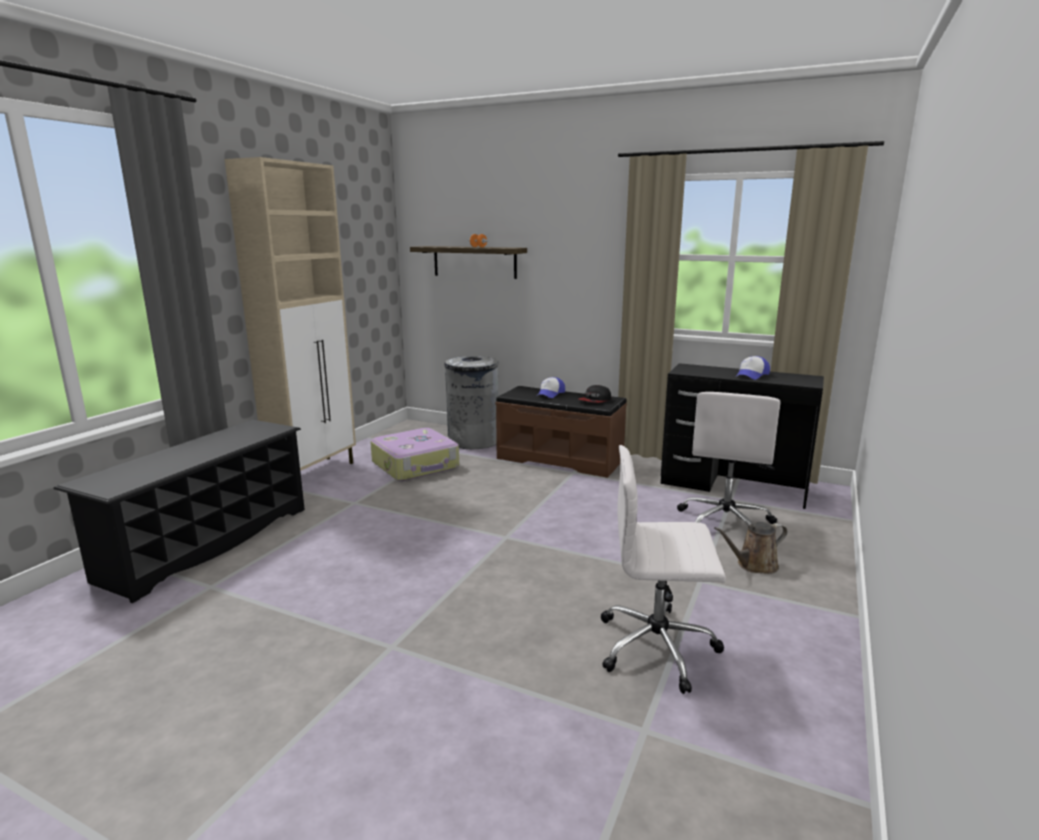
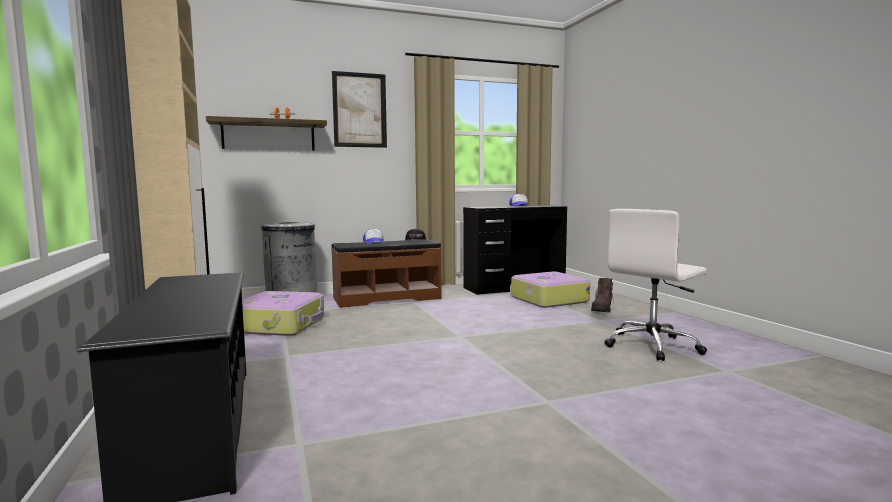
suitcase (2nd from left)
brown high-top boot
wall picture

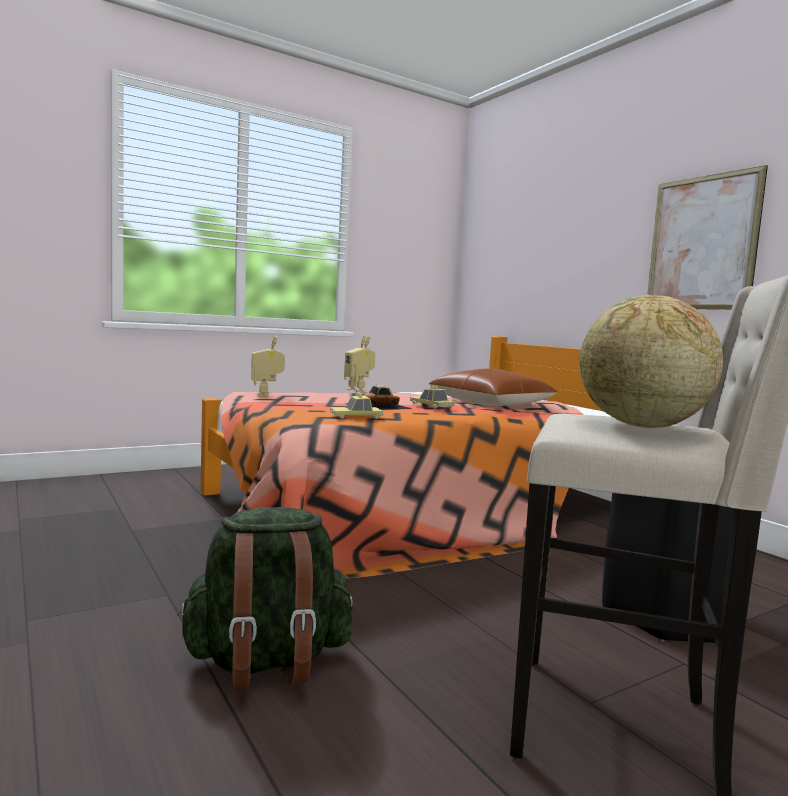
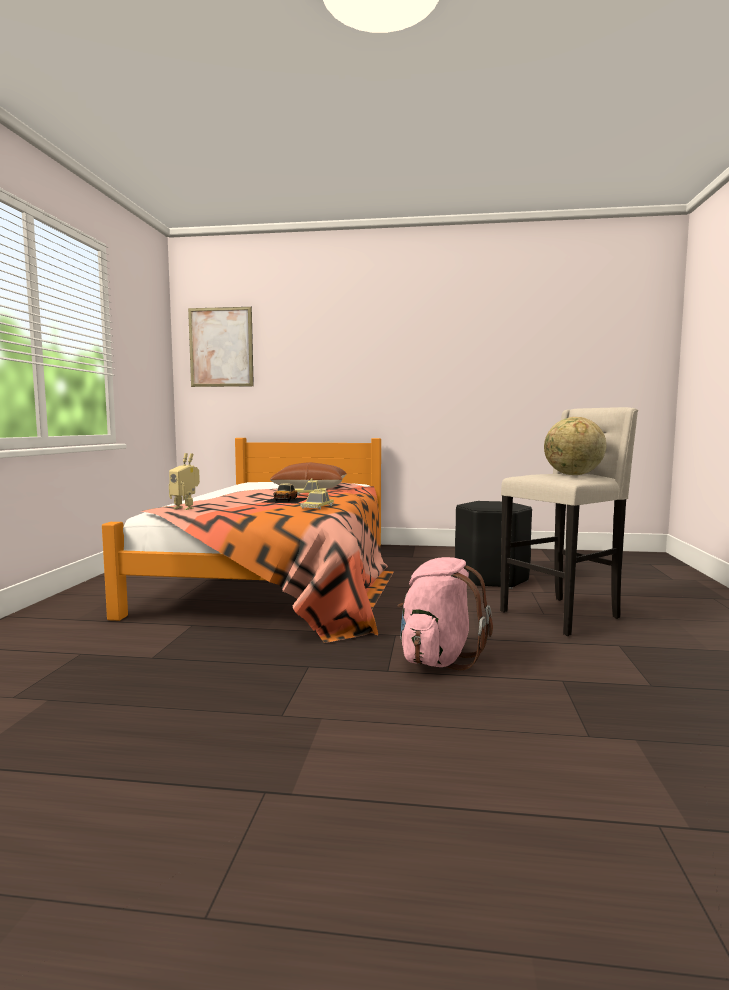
wall picture
toy robot (2nd from left in the first image)
pink backpack

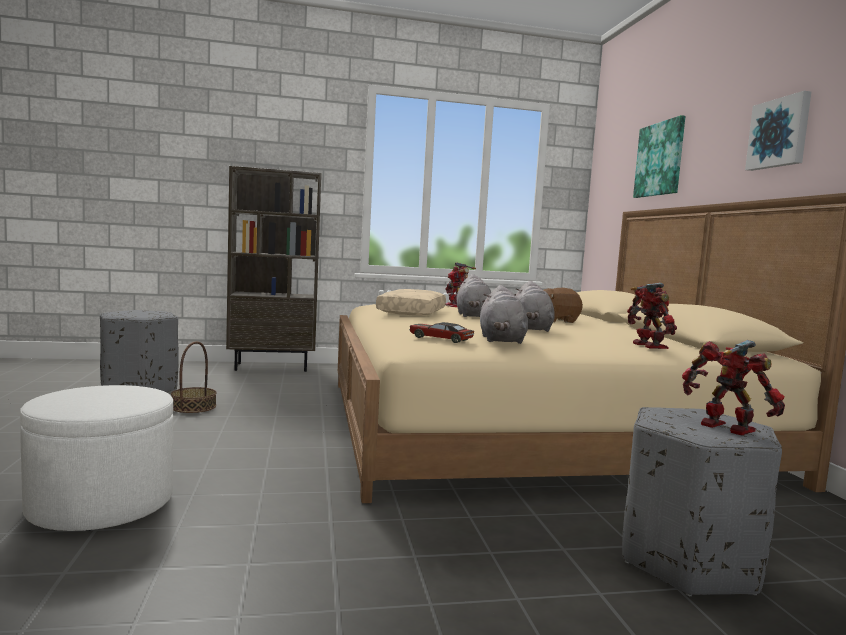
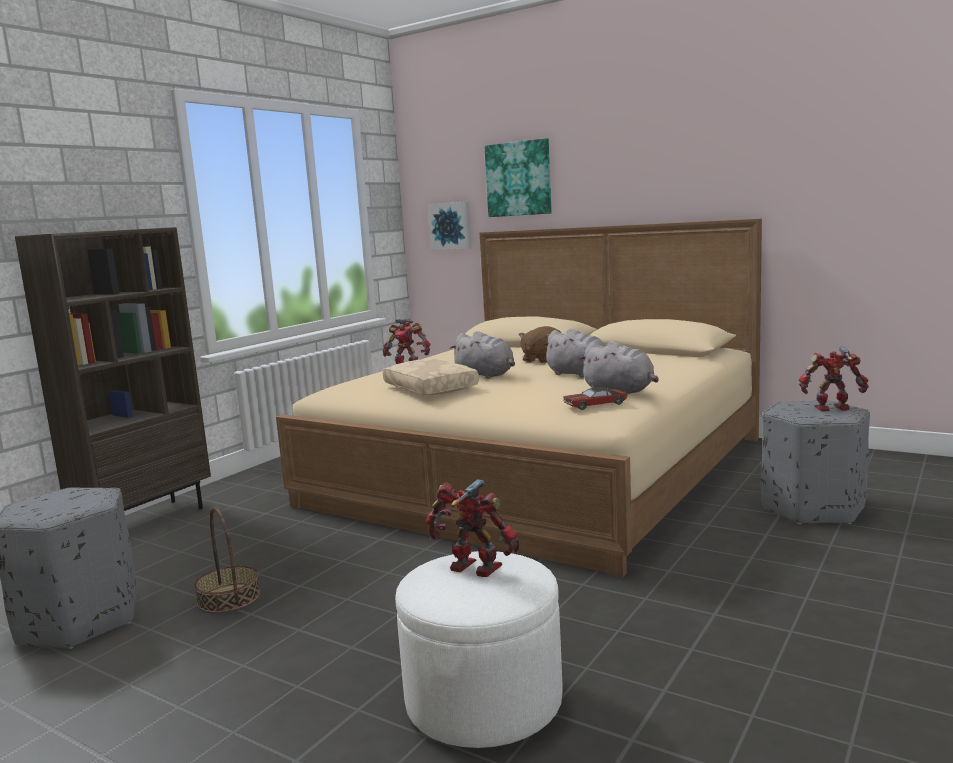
wall picture (1st from left)
toy robot (2nd from left)

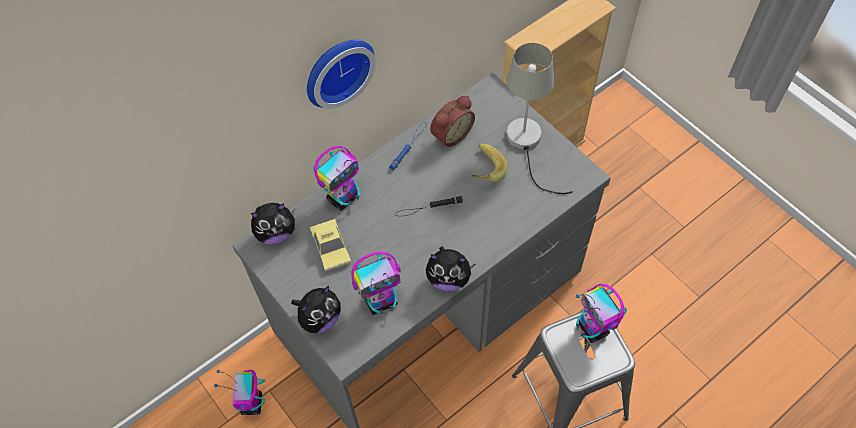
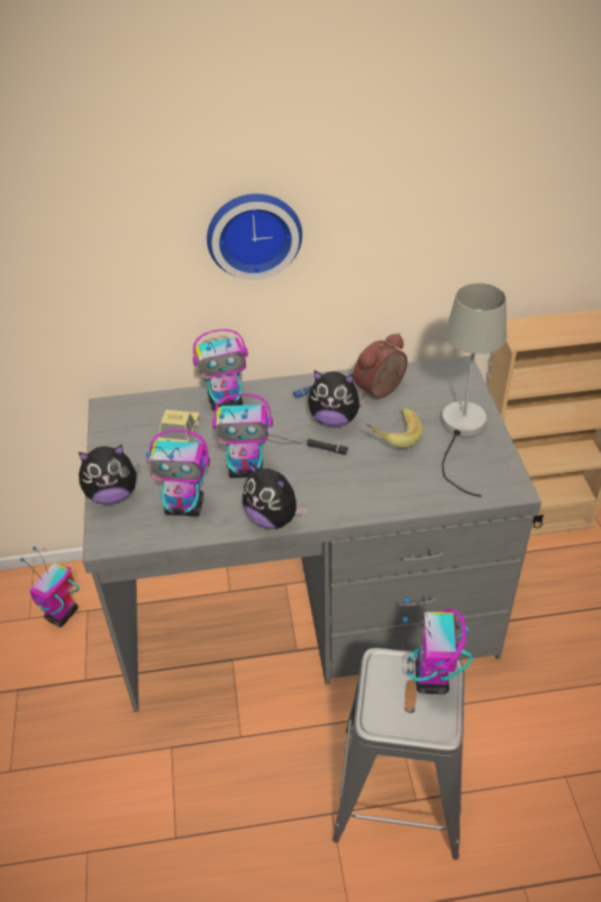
table clock
plush toy (3rd from left)
toy robot (4th from left)

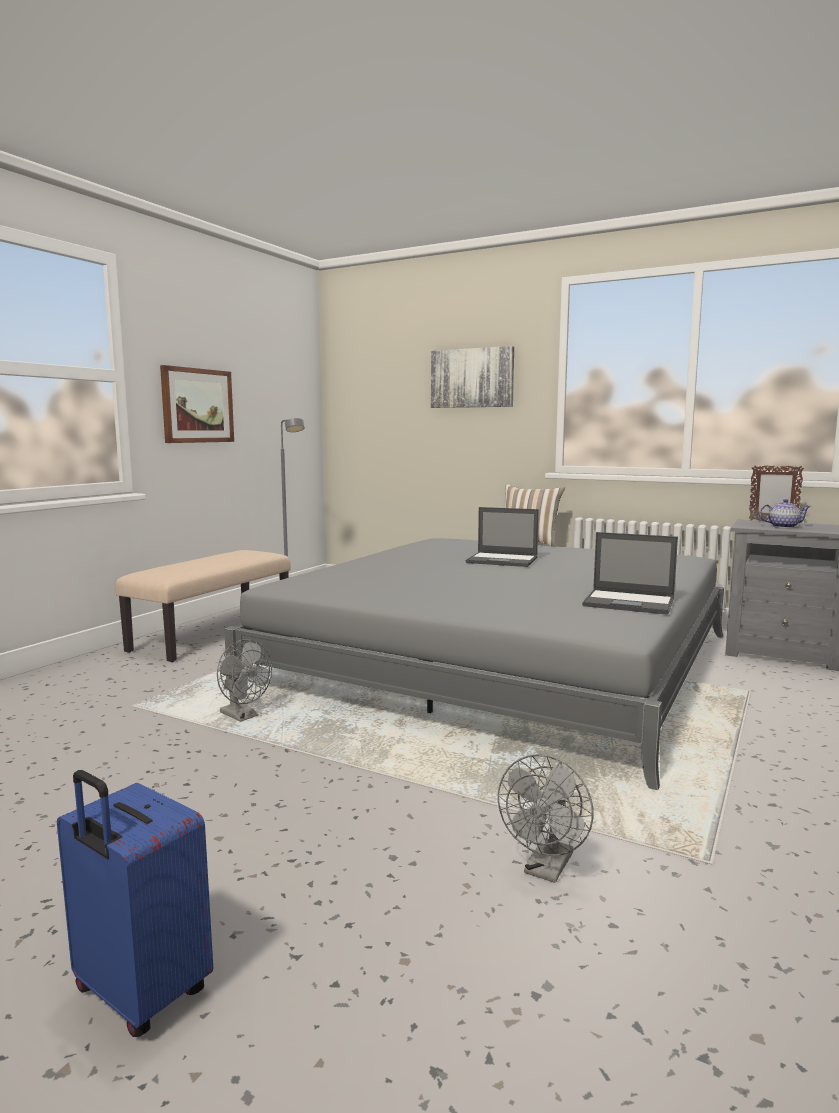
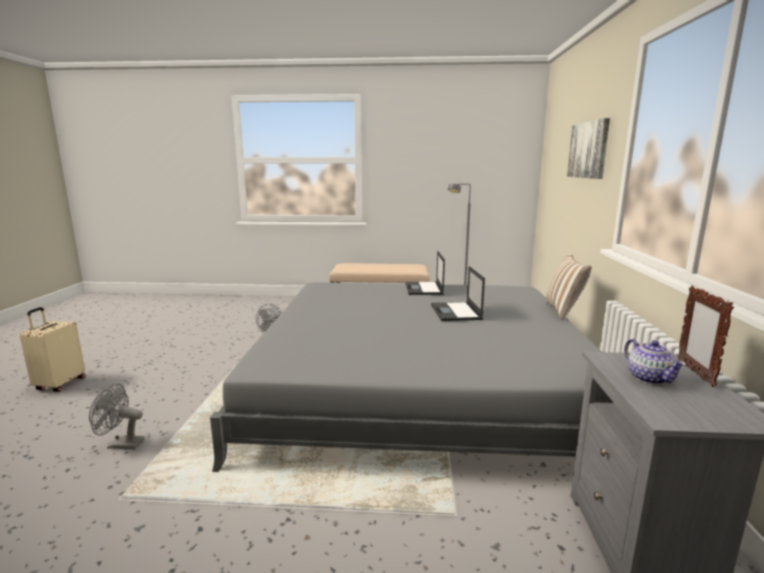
wall picture (1st from left in the first image)
notebook computer (1st from left)
beige-coloured suitcase

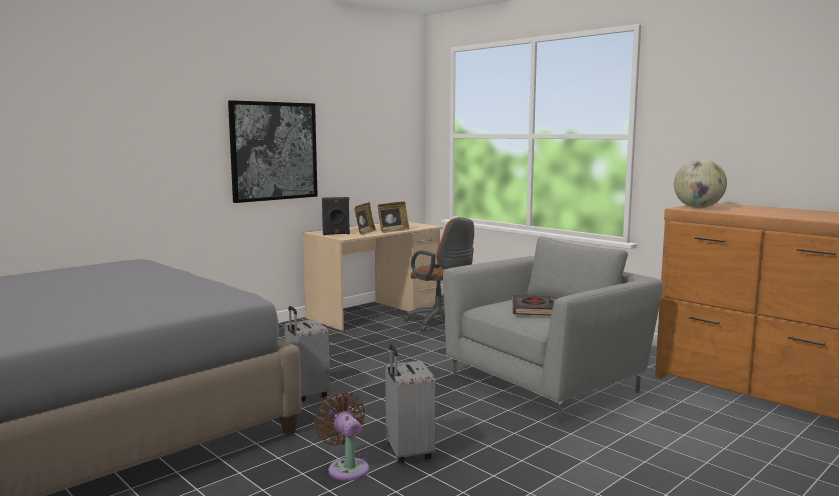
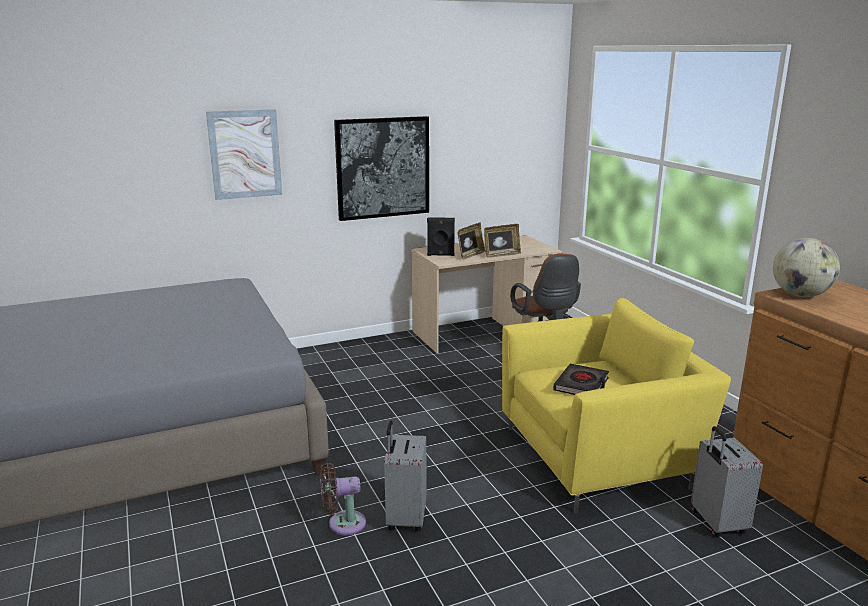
yellow armchair
gray suitcase (2nd from left)
brown fan
wall picture (1st from left)

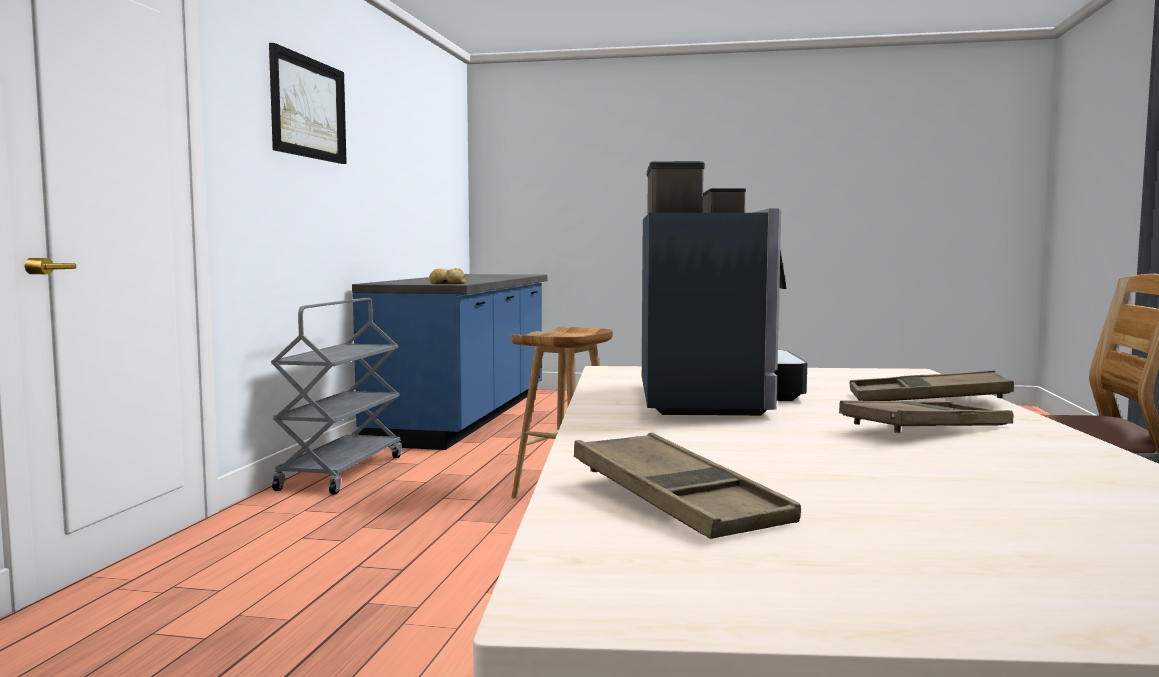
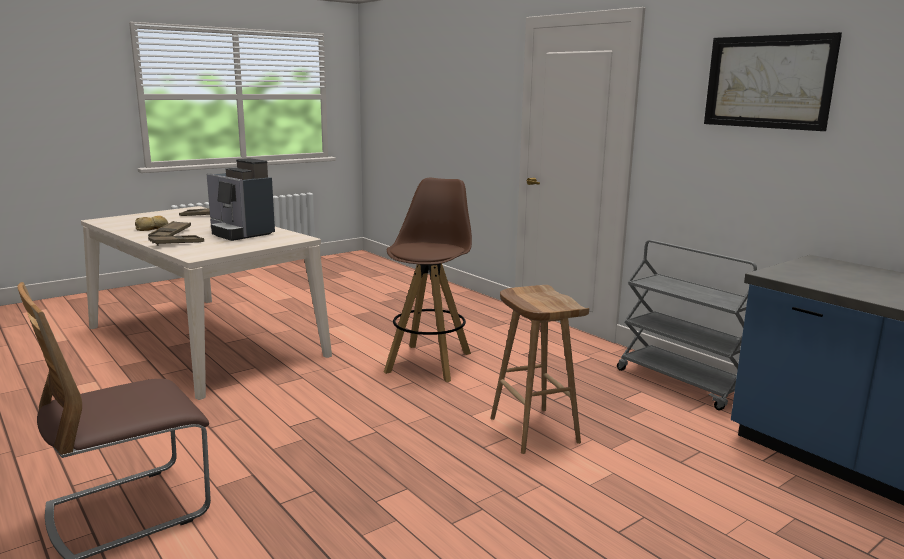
bakery bread
brown stool (1st from left)

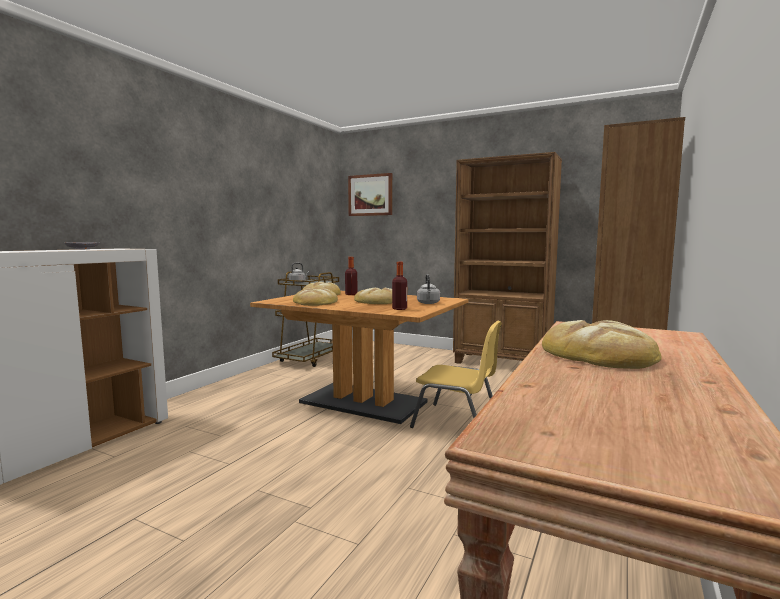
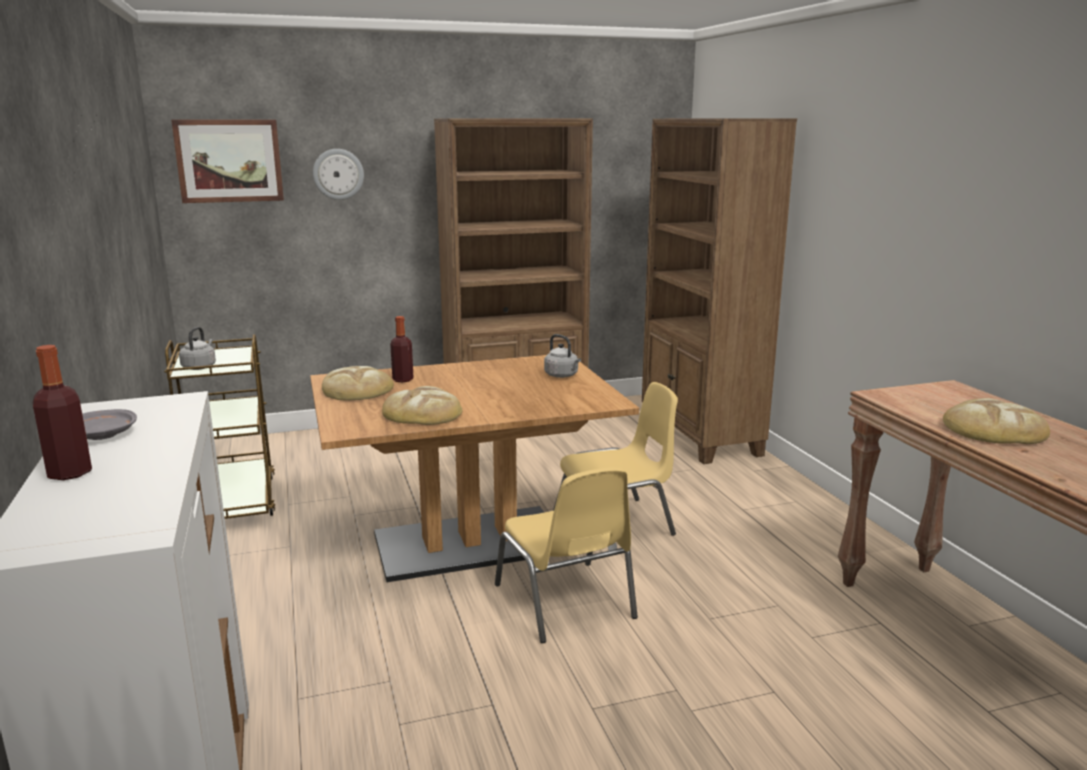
bottle (1st from left)
bakery bread (3rd from left in the first image)
hanging clock
yellow plain chair (1st from left)

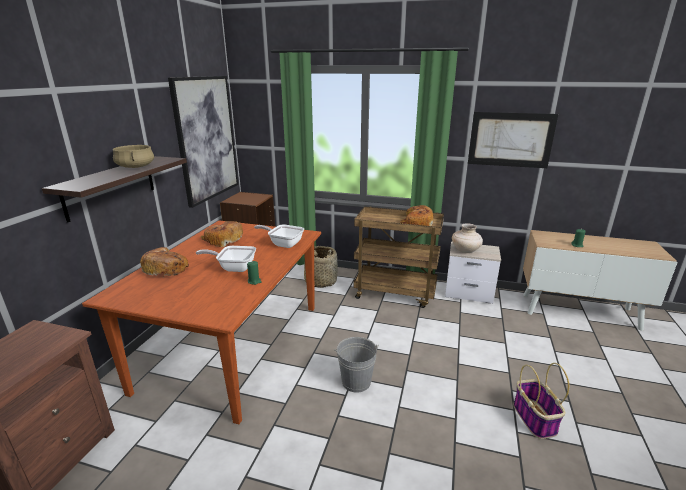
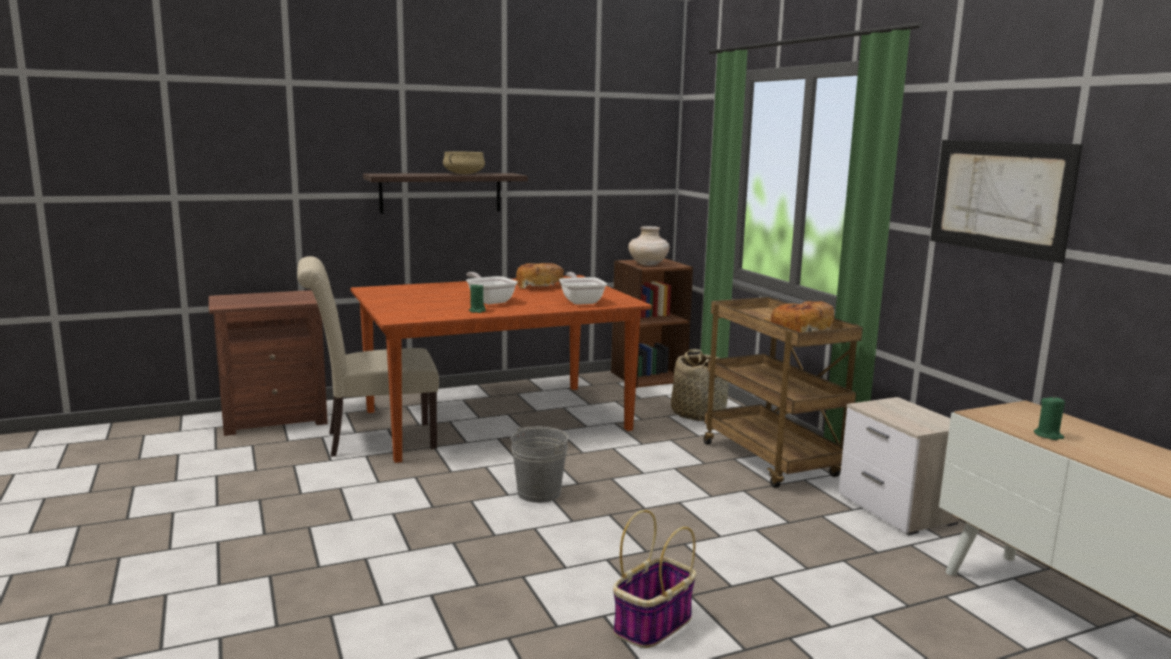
wall picture (1st from left in the first image)
beige-coloured decorative vase
bakery bread (1st from left in the first image)
beige-coloured plain chair

